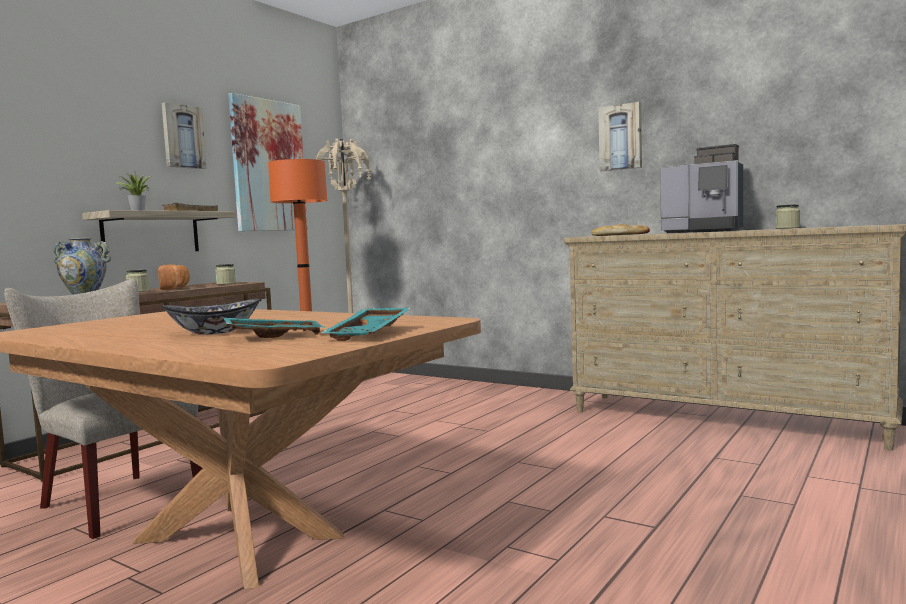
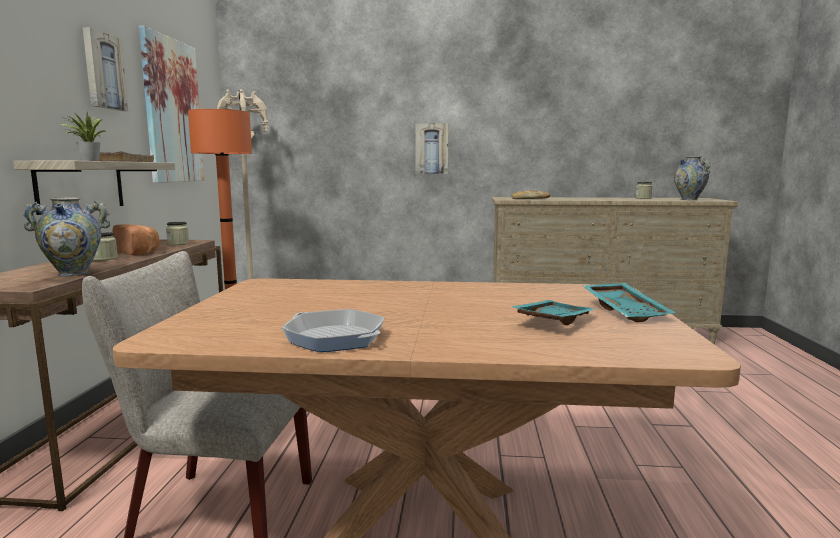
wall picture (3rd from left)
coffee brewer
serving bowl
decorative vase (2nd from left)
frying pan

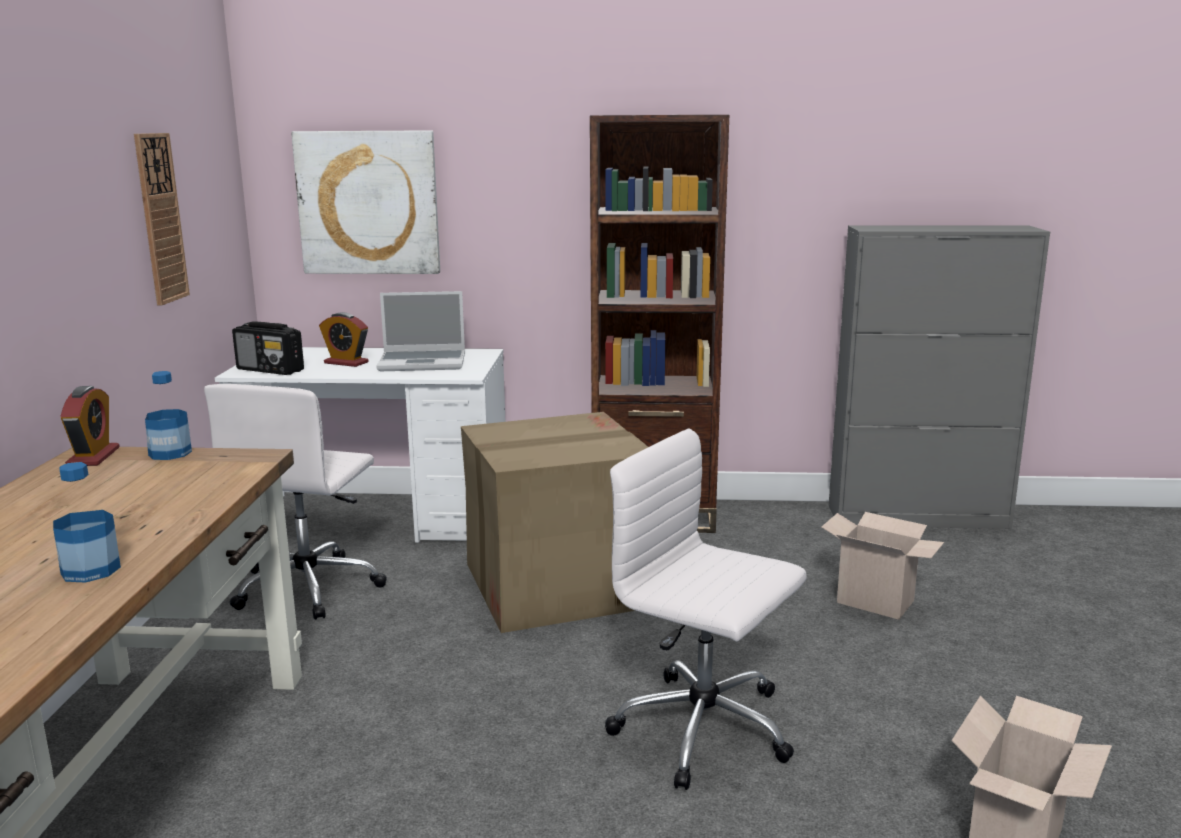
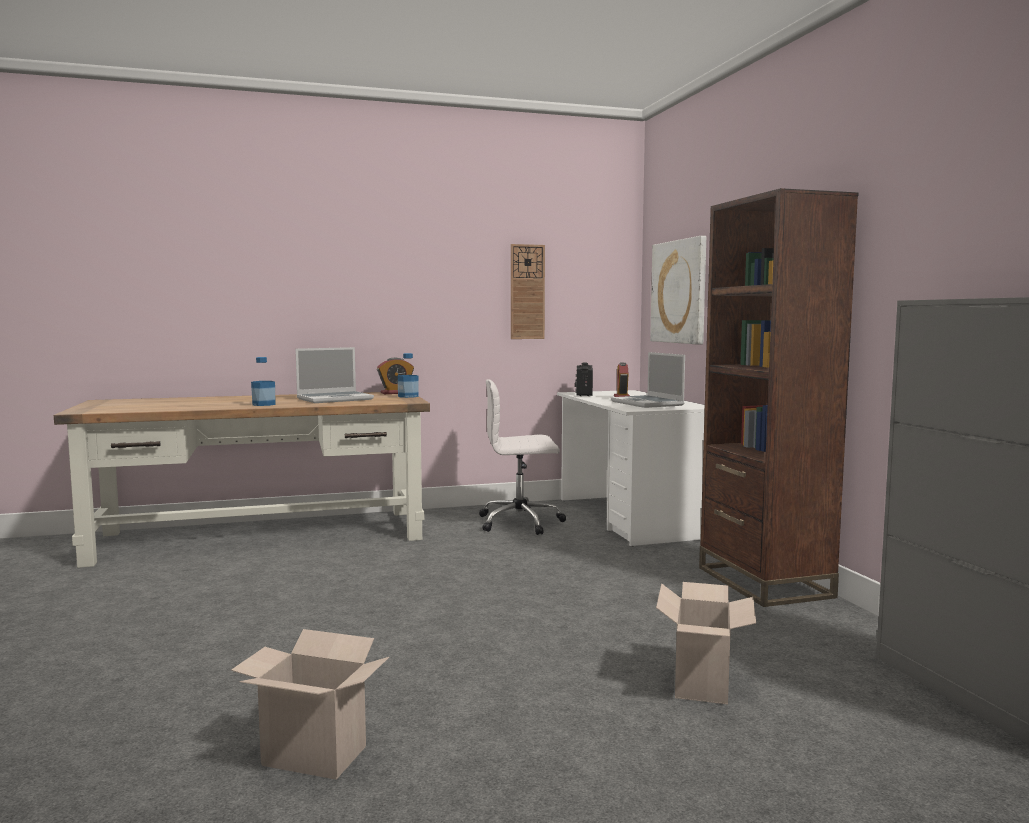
carton (1st from left in the first image)
white-coloured office chair (2nd from left in the first image)
notebook computer (1st from left)

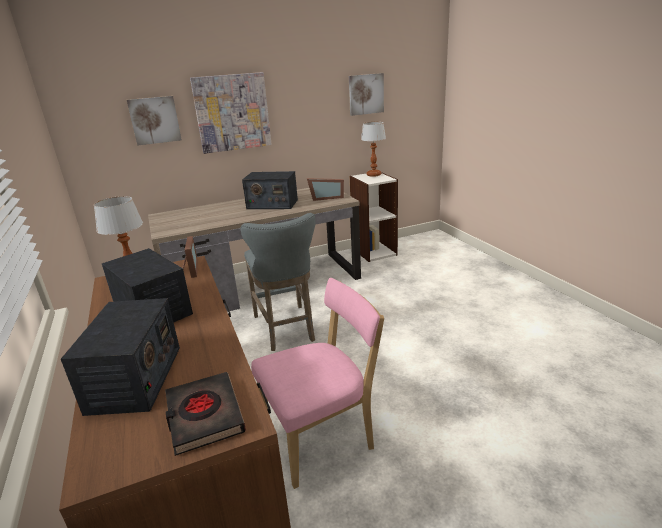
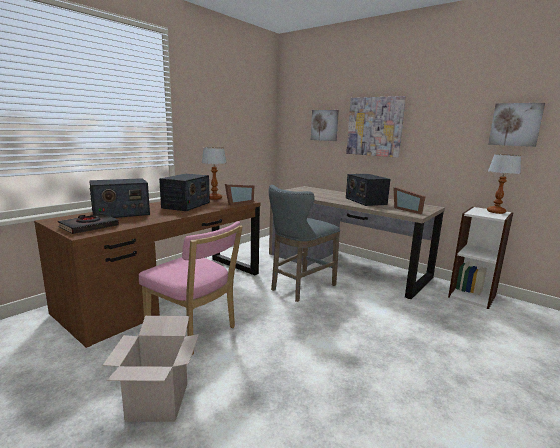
carton

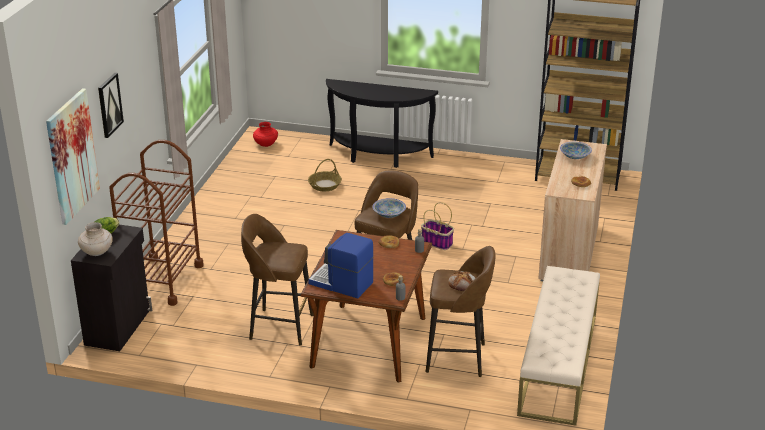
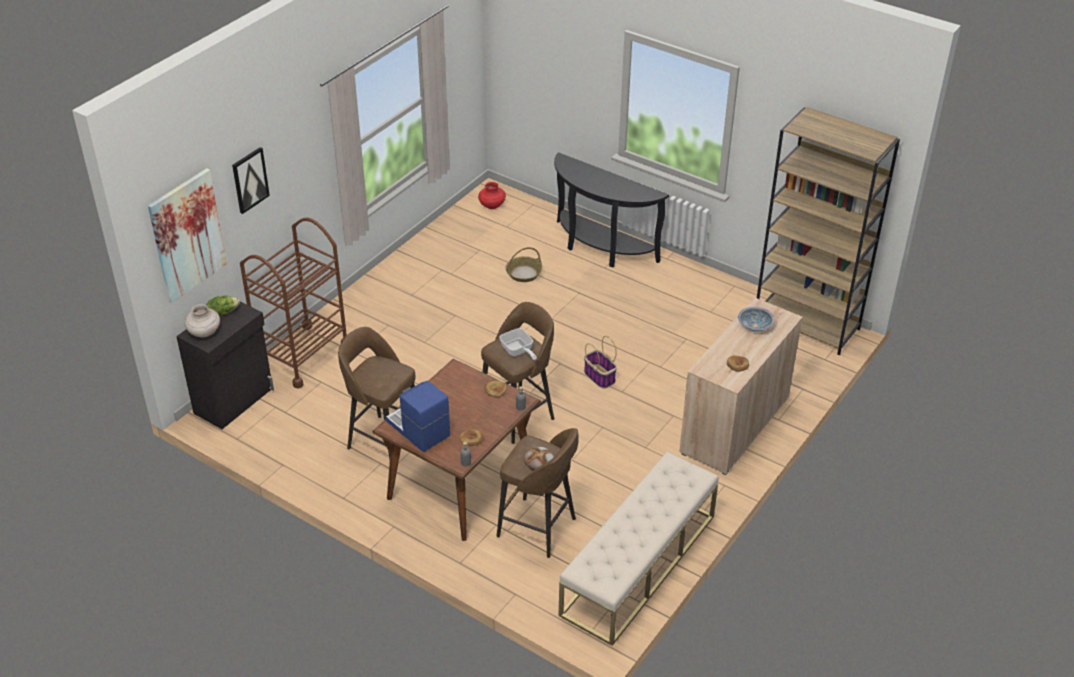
frying pan

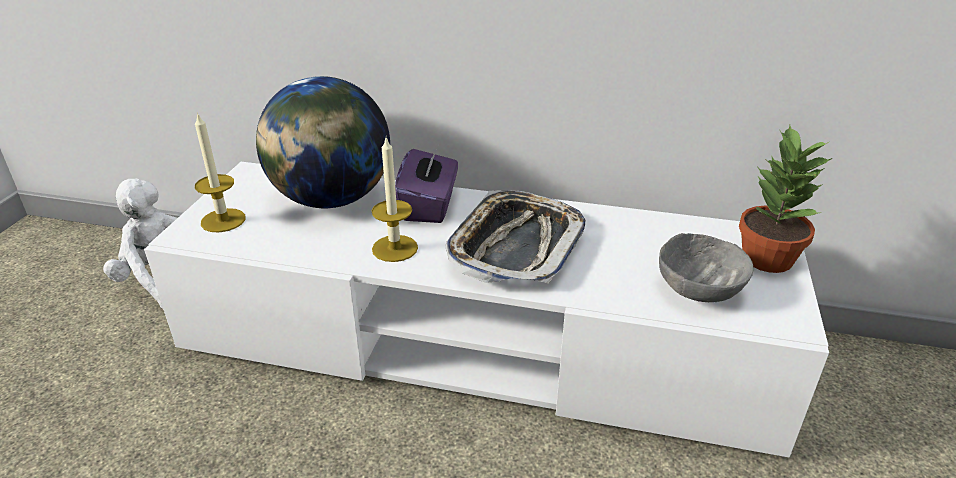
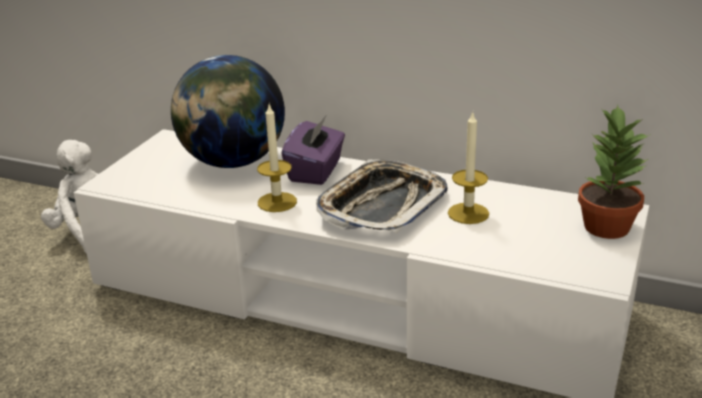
wax candle (2nd from left)
gray serving bowl

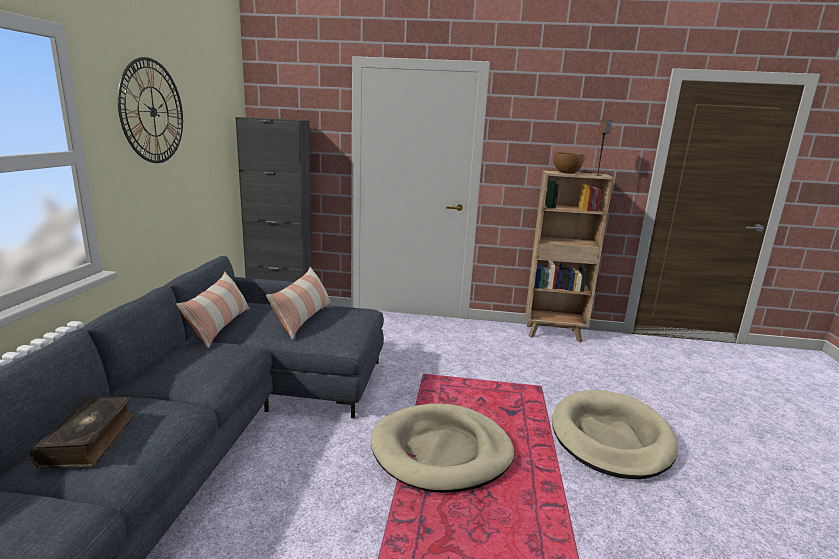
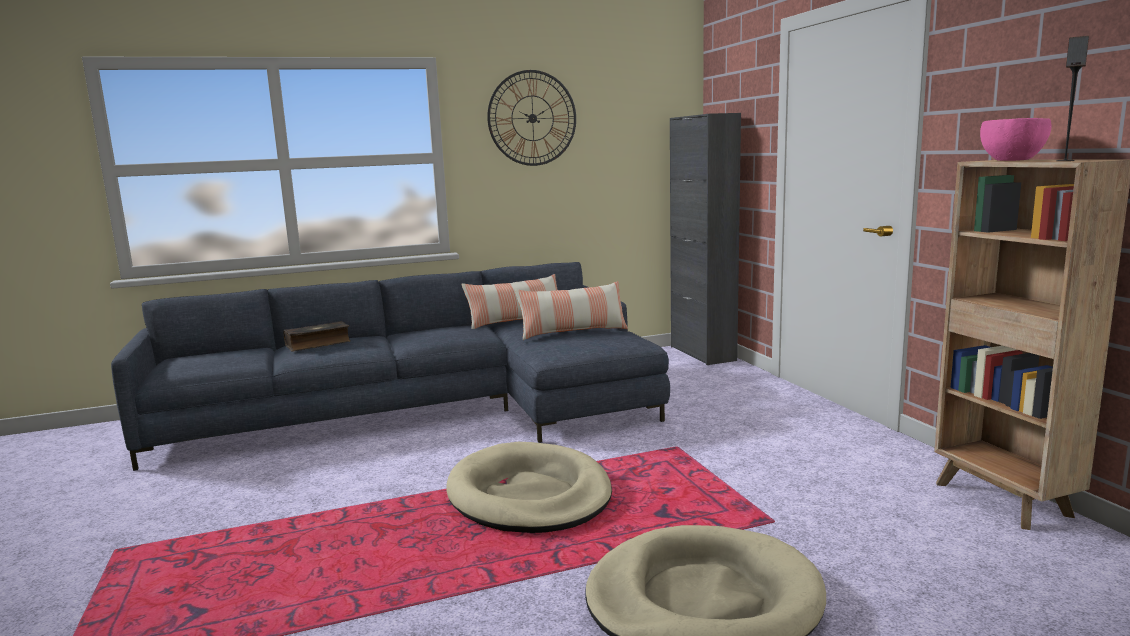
pink serving bowl

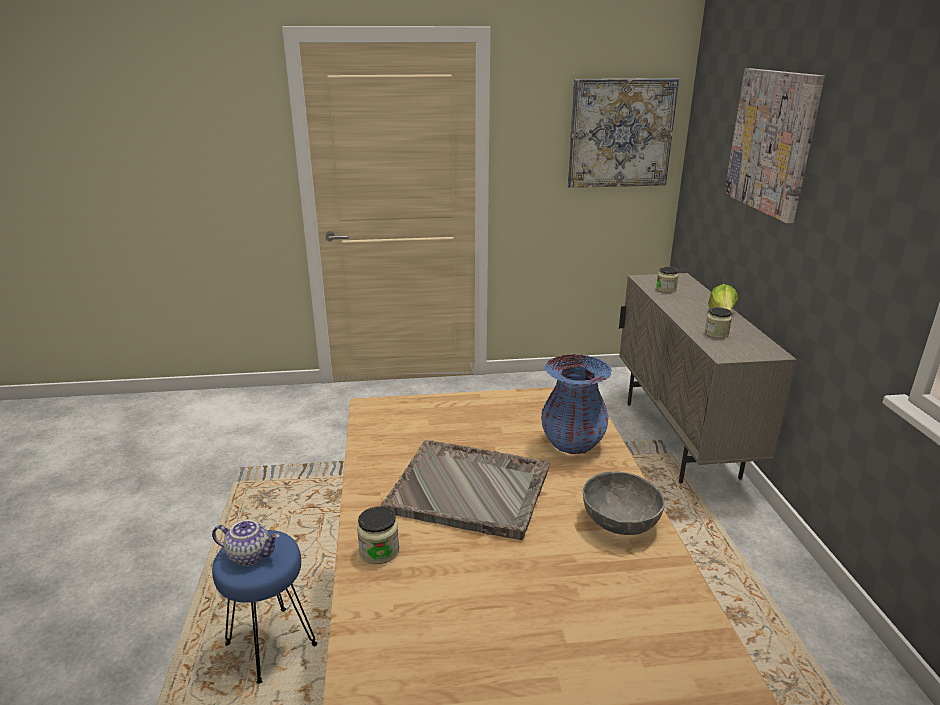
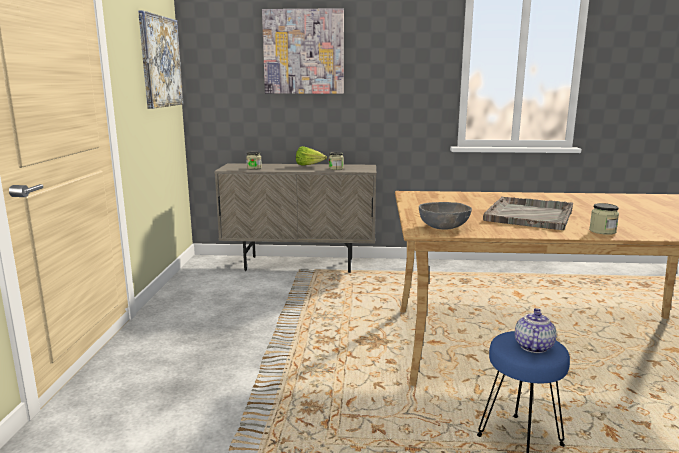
blue decorative vase
gray serving bowl

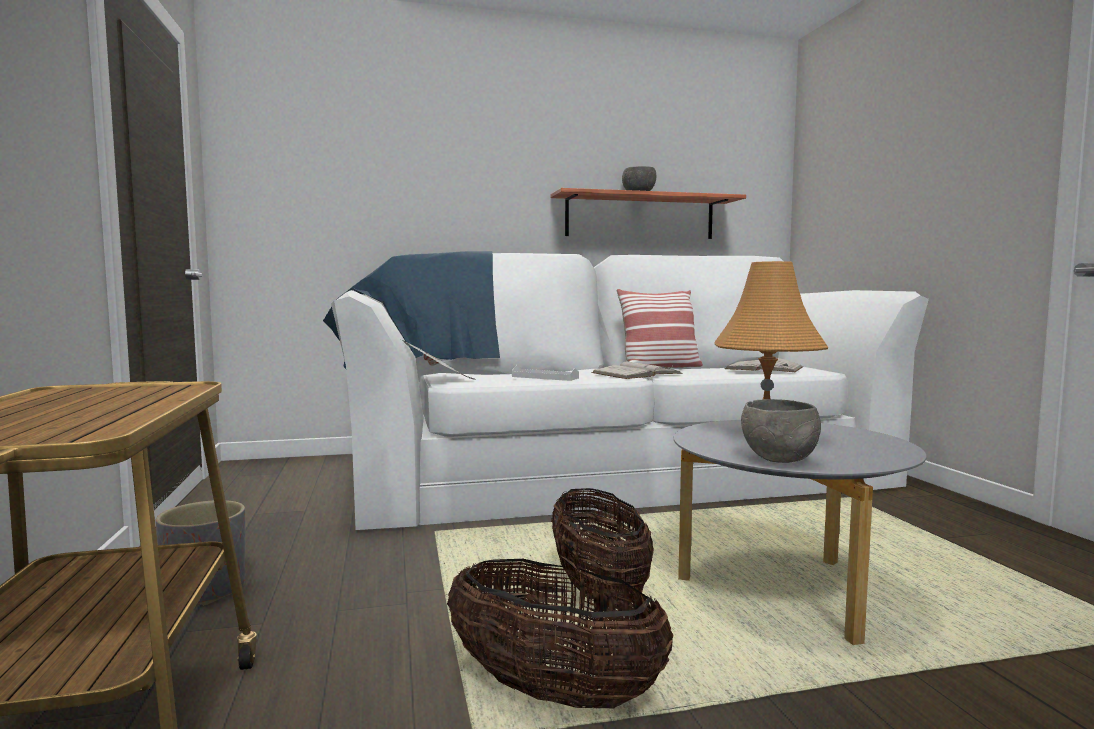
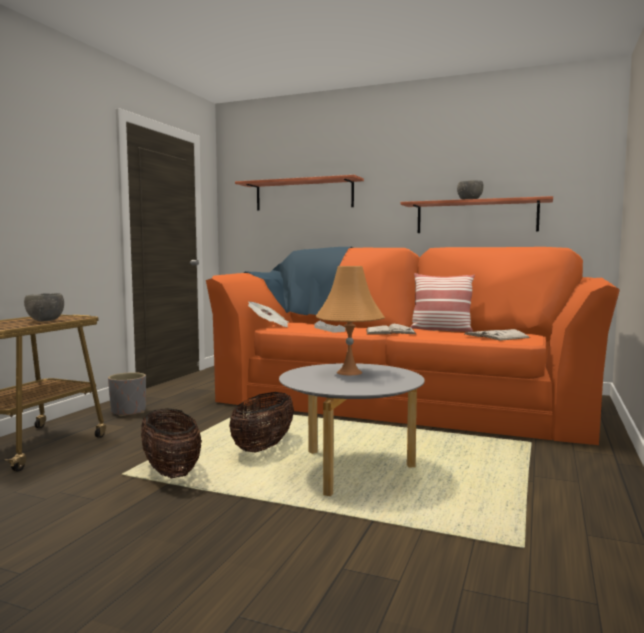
orange settee
gray serving bowl (1st from left)
bracket shelf (1st from left)

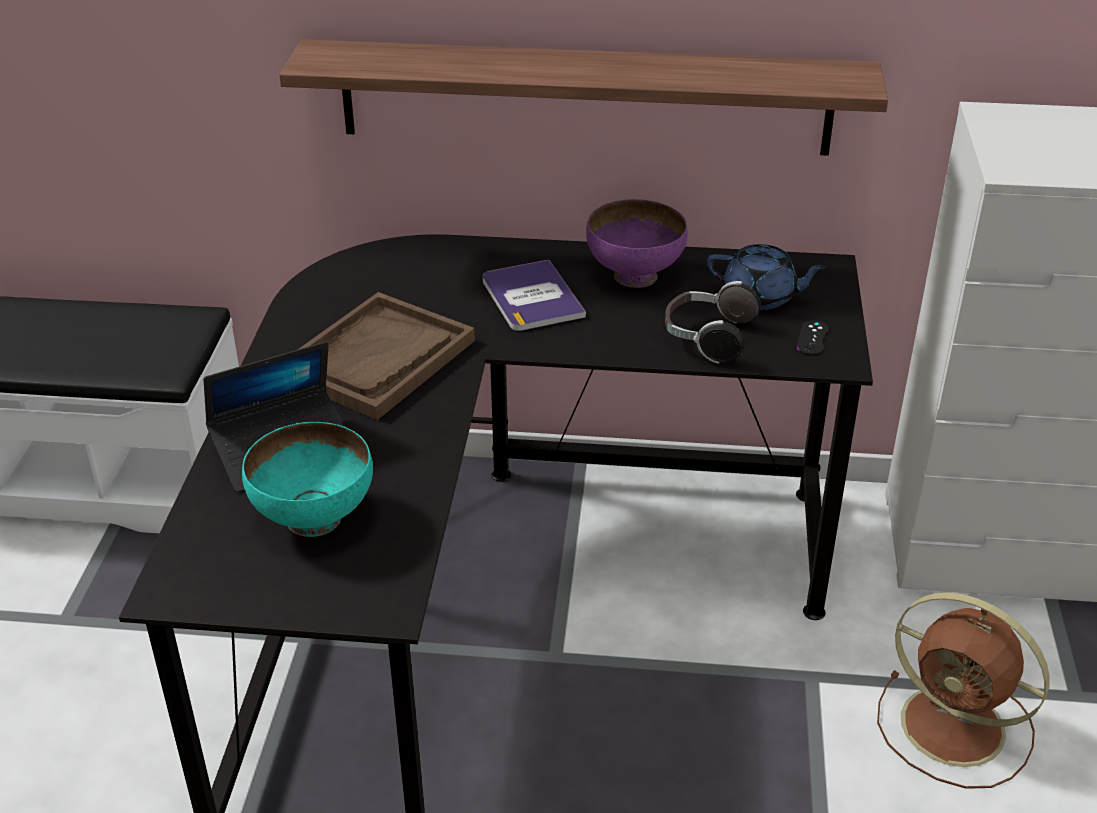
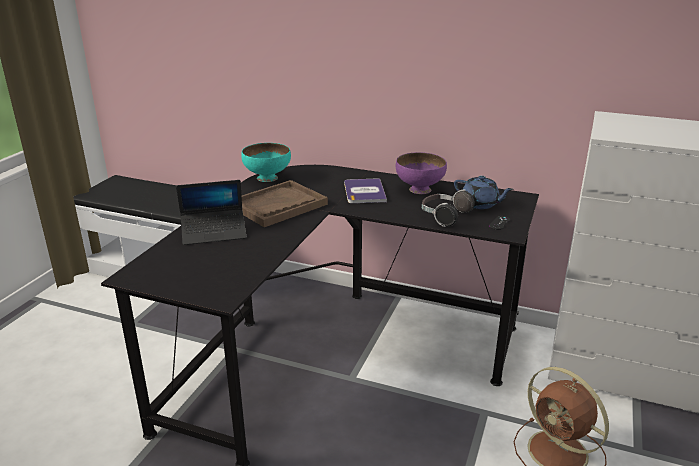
bracket shelf
turquoise serving bowl

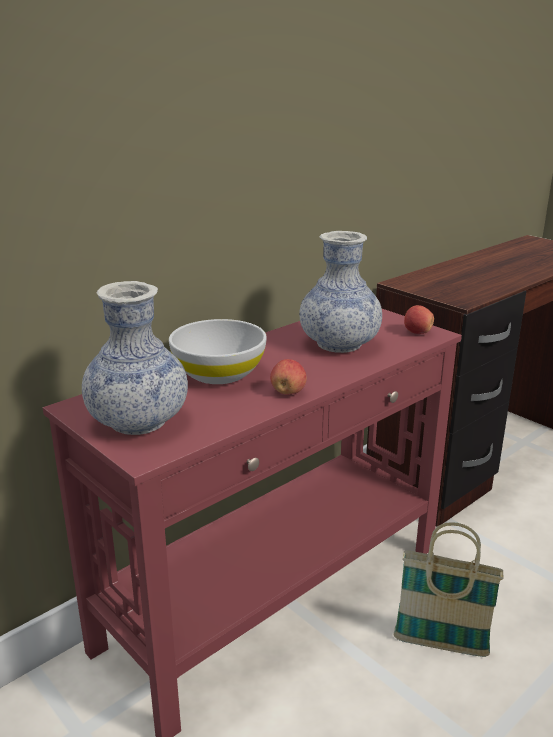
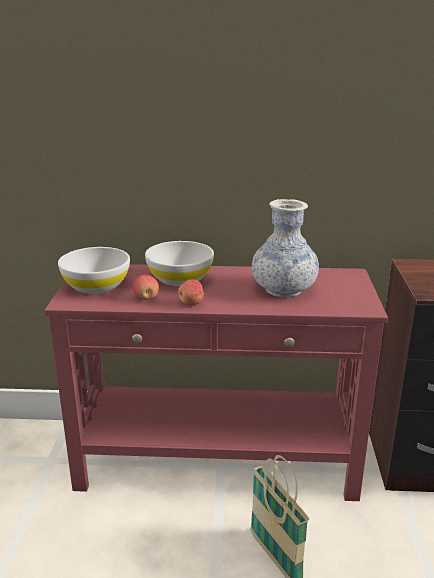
white-coloured serving bowl (1st from left)
whole apple (1st from left)

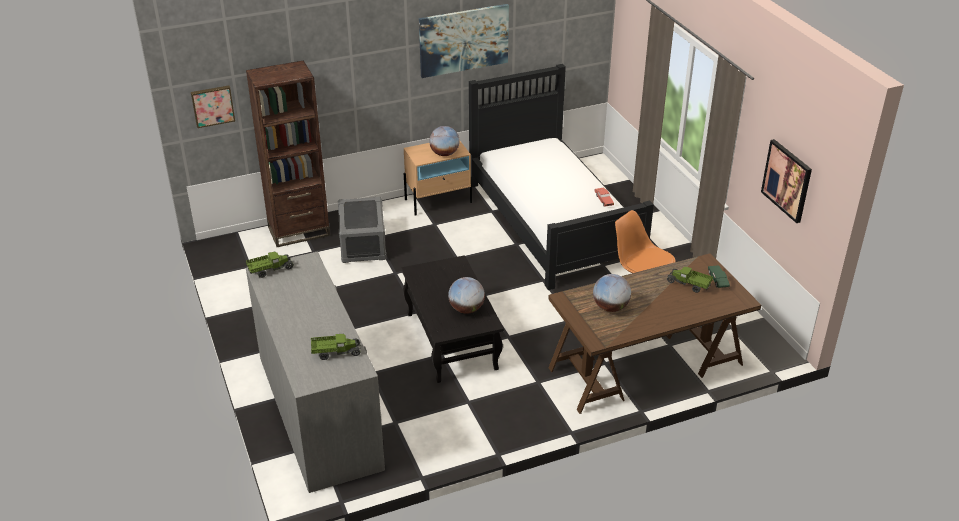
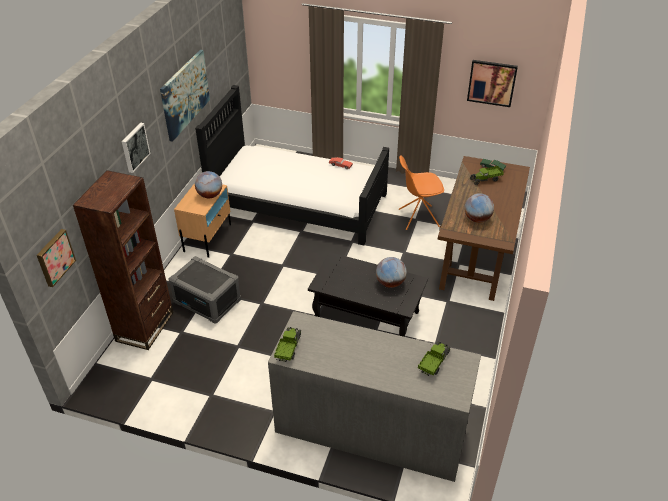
wall picture (2nd from left)

